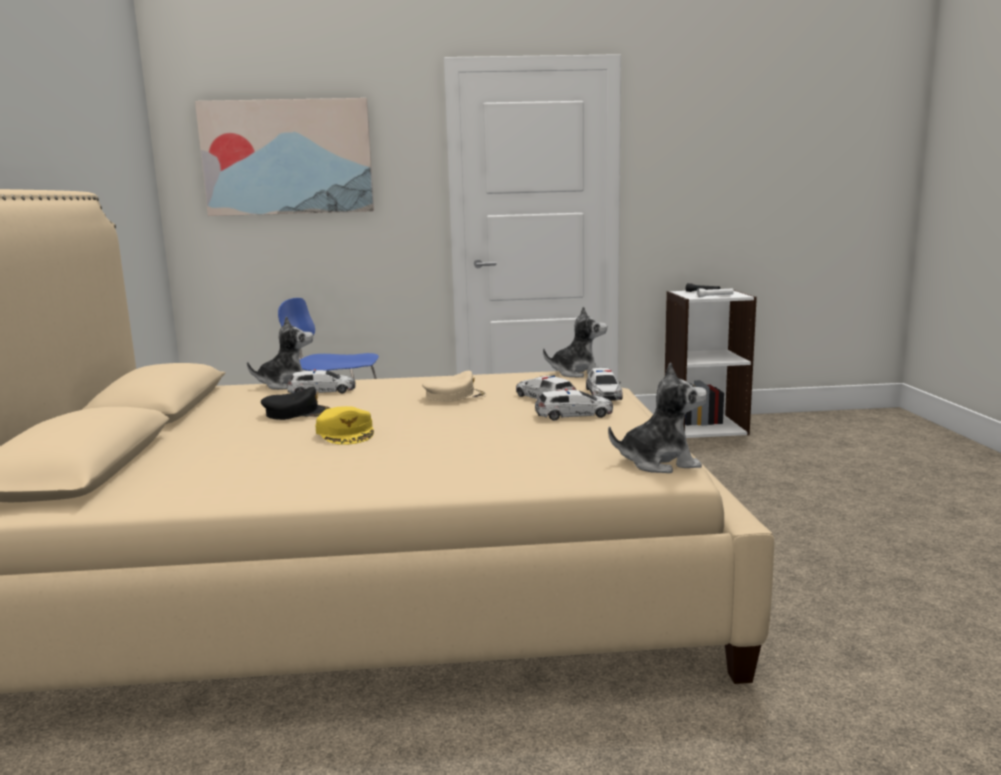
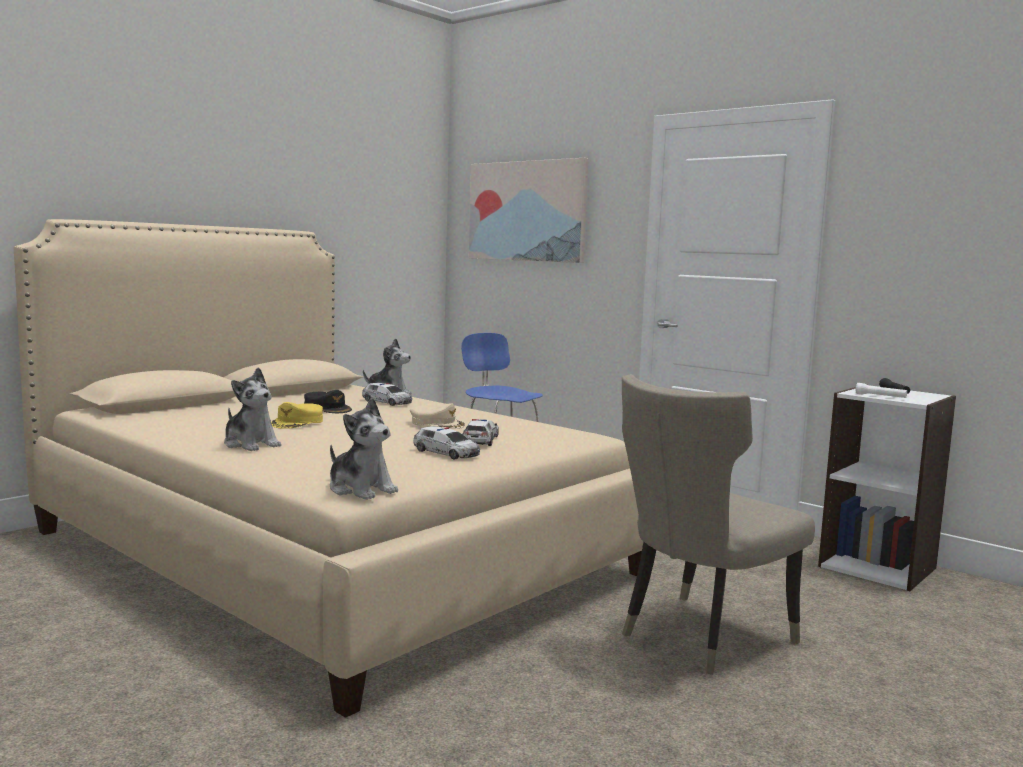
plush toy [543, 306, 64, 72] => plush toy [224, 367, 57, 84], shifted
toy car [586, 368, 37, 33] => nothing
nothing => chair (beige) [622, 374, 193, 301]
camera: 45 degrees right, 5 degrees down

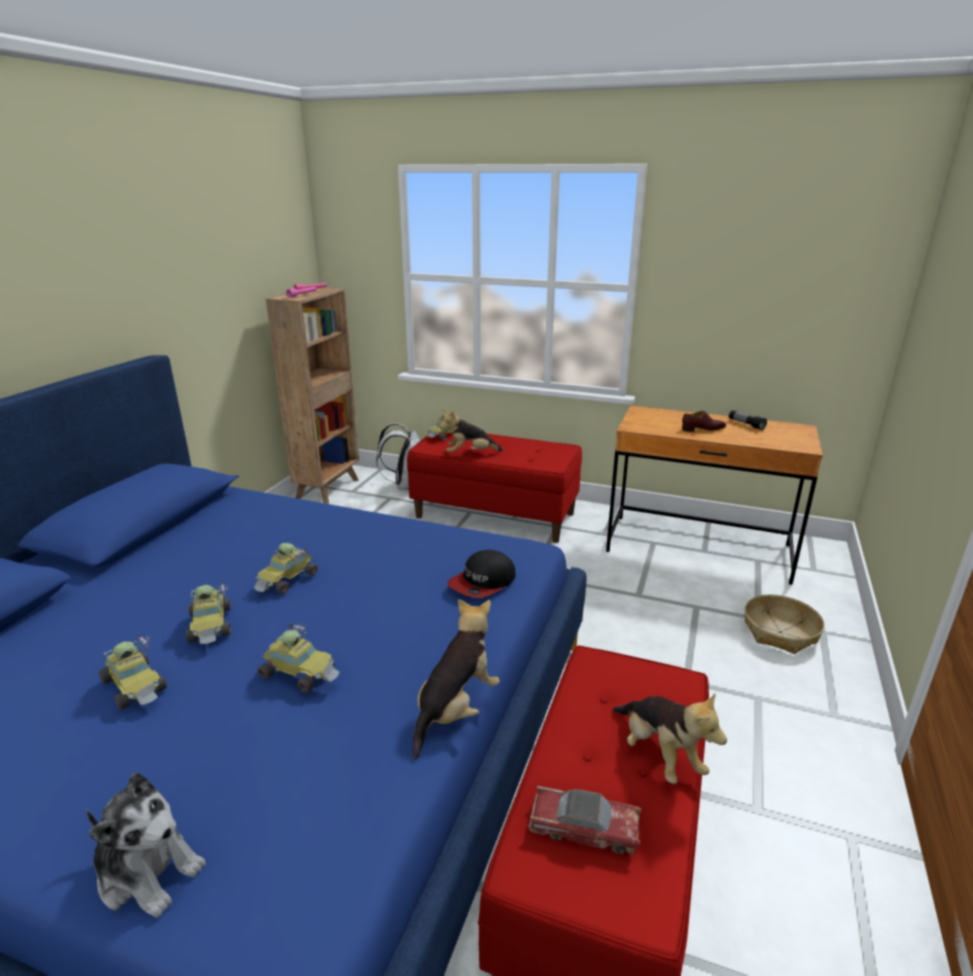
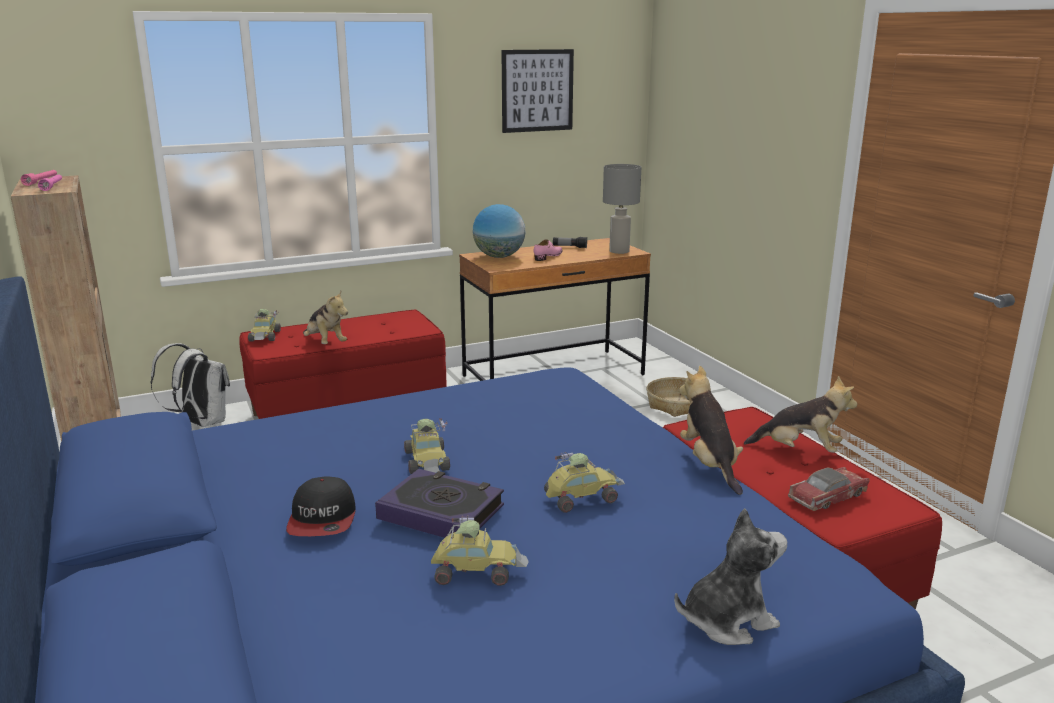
toy car [186, 582, 45, 62] => book [375, 469, 129, 69]
plush toy [440, 409, 63, 43] => plush toy [303, 291, 45, 53], 75 degrees counterclockwise
cap [447, 550, 69, 48] => cap [286, 476, 70, 60], shifted
shoe (brown) [682, 411, 44, 21] => shoe (pink) [534, 239, 29, 22]
nothing => globe [473, 204, 52, 54]
nothing => picture [501, 49, 73, 84]
nothing => table lamp (grey) [603, 164, 38, 90]
camera: 45 degrees left, 5 degrees down

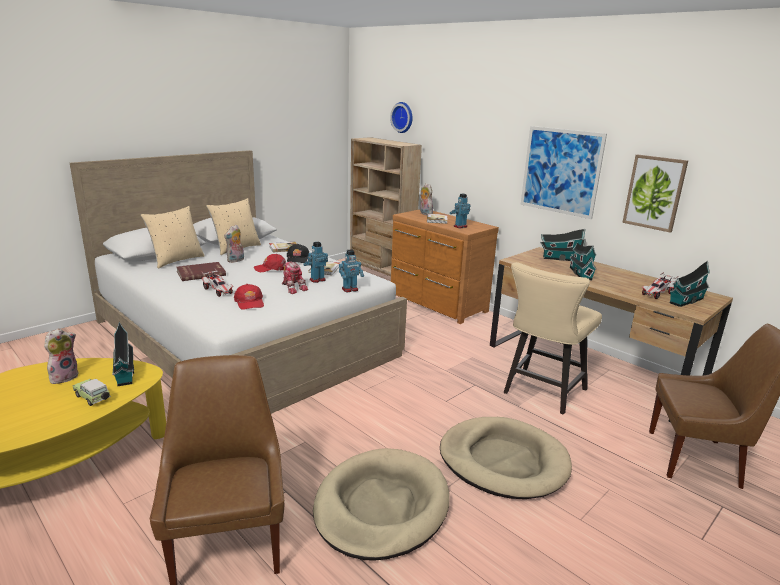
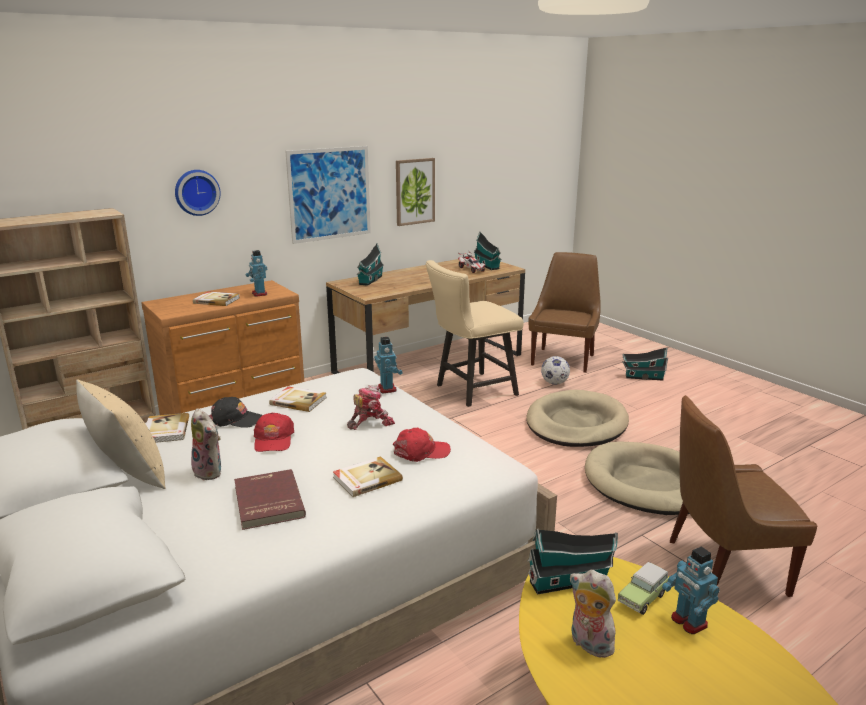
pillow (beige) [141, 206, 64, 62] => nothing
toy car [202, 269, 31, 28] => book [333, 456, 70, 41]
toy robot [303, 242, 25, 41] => toy robot [662, 546, 58, 88], shifted
wall clock [390, 102, 23, 31] => wall clock [175, 170, 46, 46], shifted
plush toy [420, 183, 13, 32] => nothing
chair (beige) [504, 262, 98, 153] => chair (beige) [426, 260, 98, 147], 105 degrees clockwise
toy house [569, 242, 28, 38] => toy house [622, 347, 46, 33], shifted
nothing => football [541, 356, 29, 29]
camera: 80 degrees left, 0 degrees up

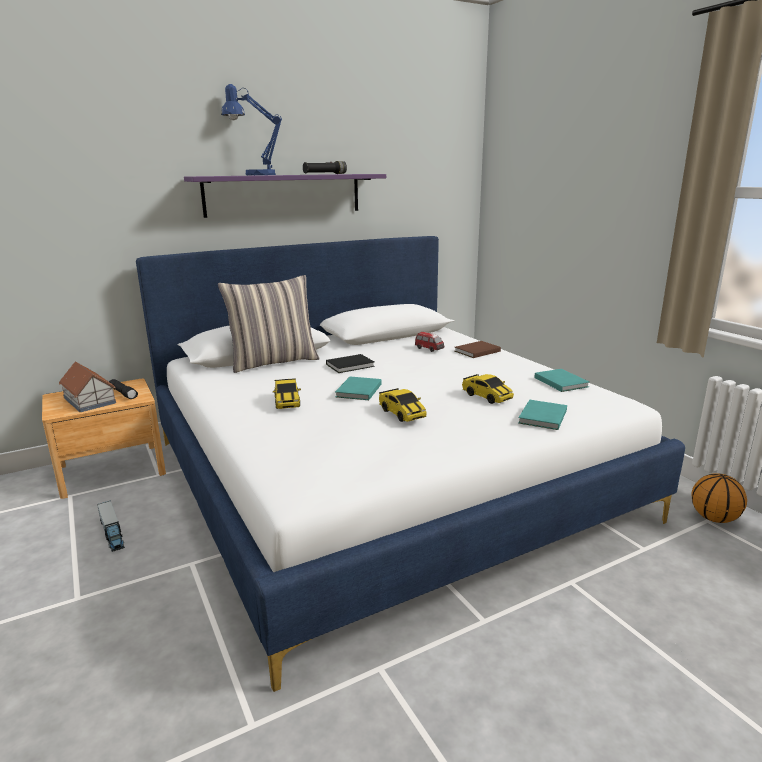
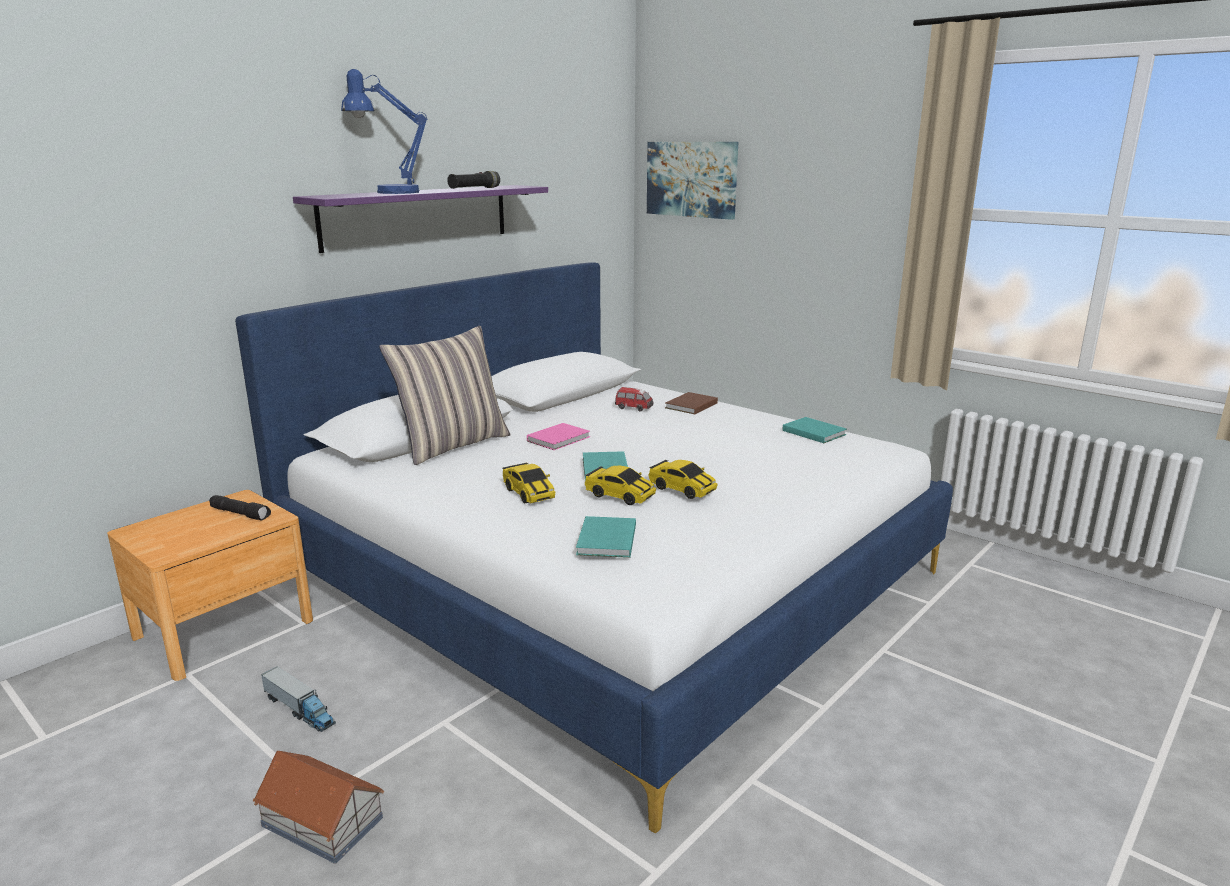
toy house [59, 362, 57, 50] => toy house [253, 751, 131, 113], shifted
book (black) [326, 354, 49, 19] => book (pink) [527, 423, 63, 27]
toy car [462, 374, 52, 30] => toy car [585, 466, 71, 39], shifted
book (turquoise) [518, 400, 49, 30] => book (turquoise) [576, 516, 60, 42], shifted
basketball [691, 474, 56, 49] => nothing
nothing => picture [647, 142, 91, 78]
camera: 20 degrees left, 0 degrees up

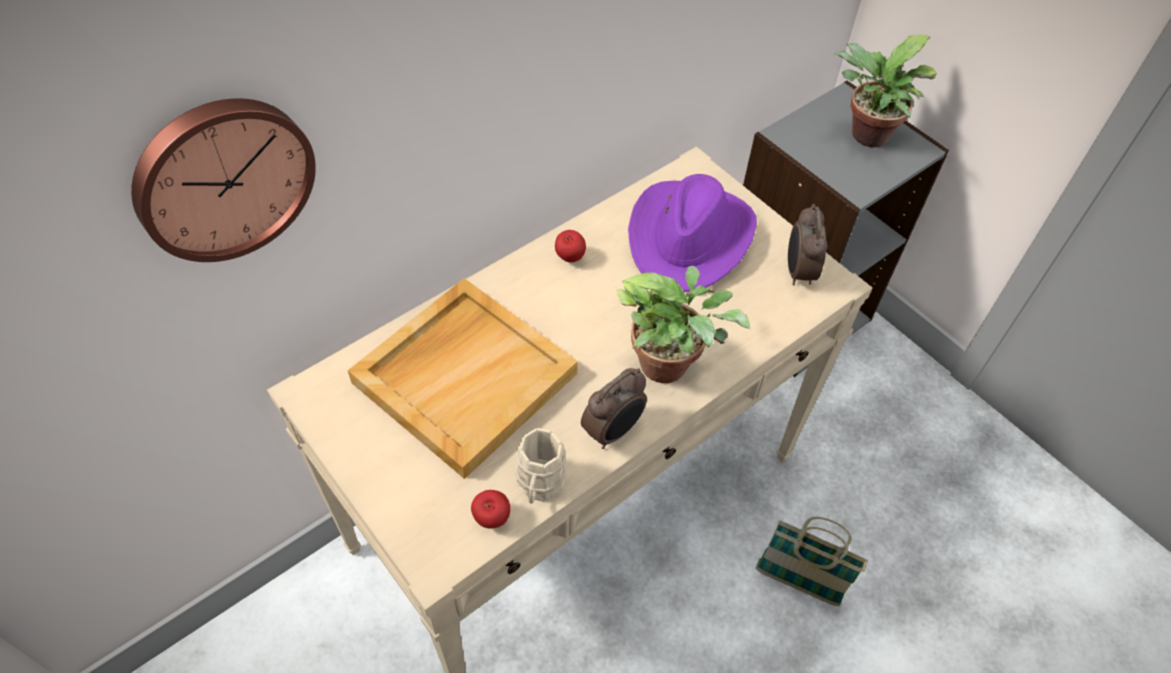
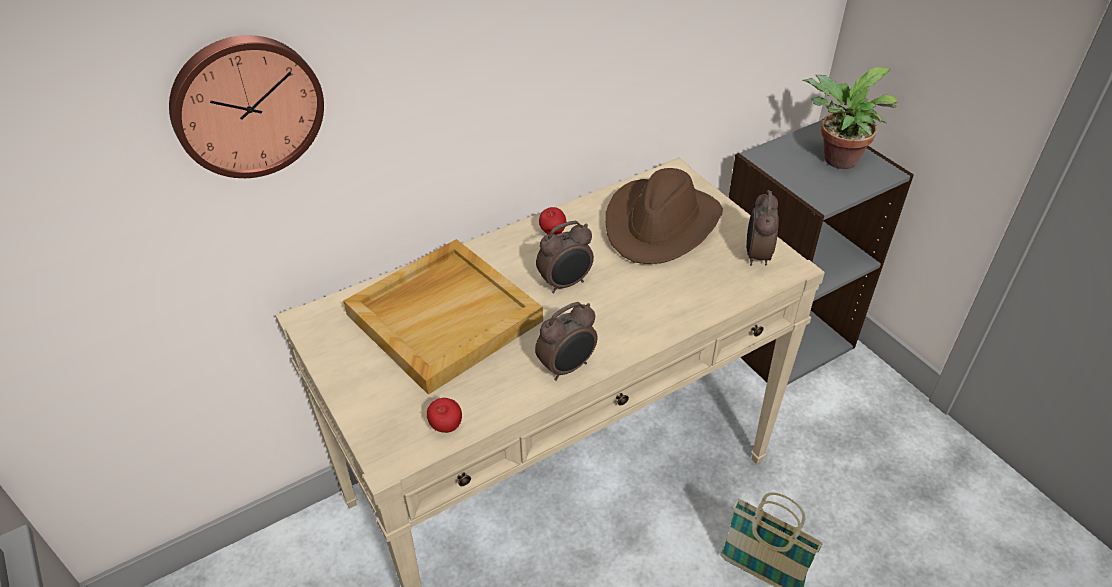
mug (beige) [515, 428, 51, 76] => nothing
potted plant [617, 266, 133, 117] => nothing
hat (purple) [628, 174, 129, 118] => hat (brown) [606, 168, 117, 96]
nothing => alarm clock [536, 221, 58, 72]
camera: 10 degrees right, 10 degrees down

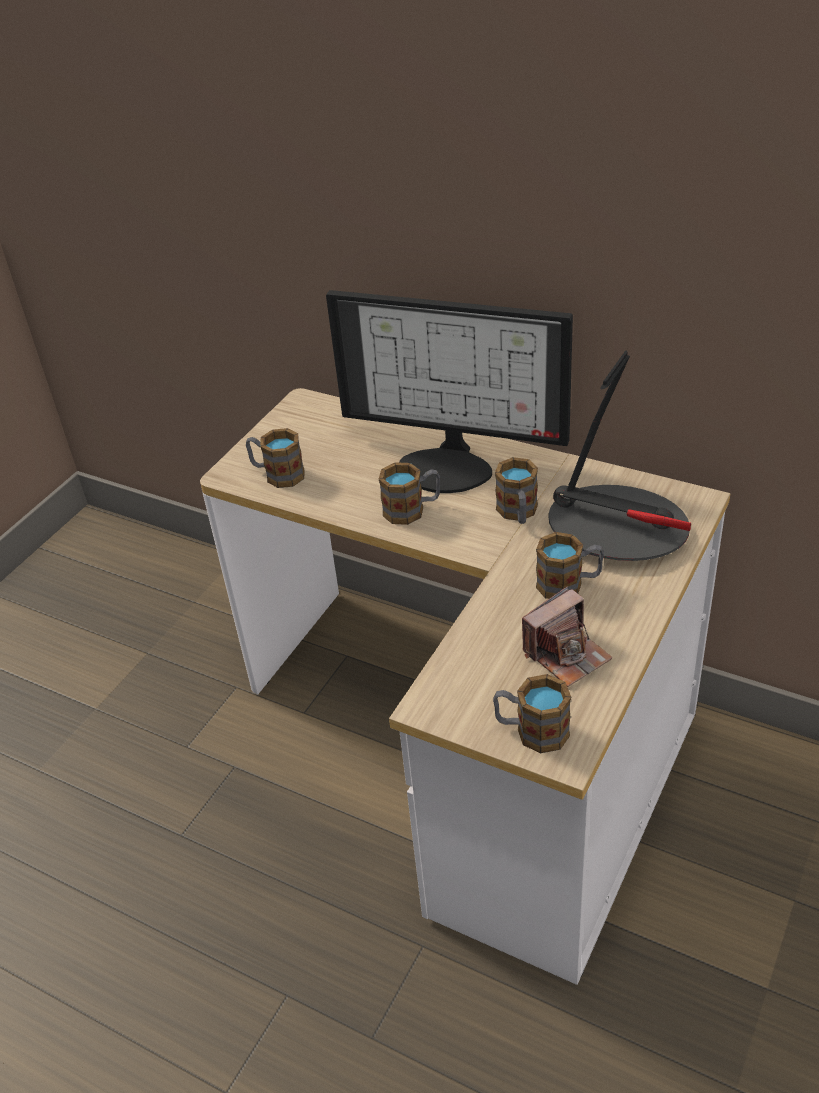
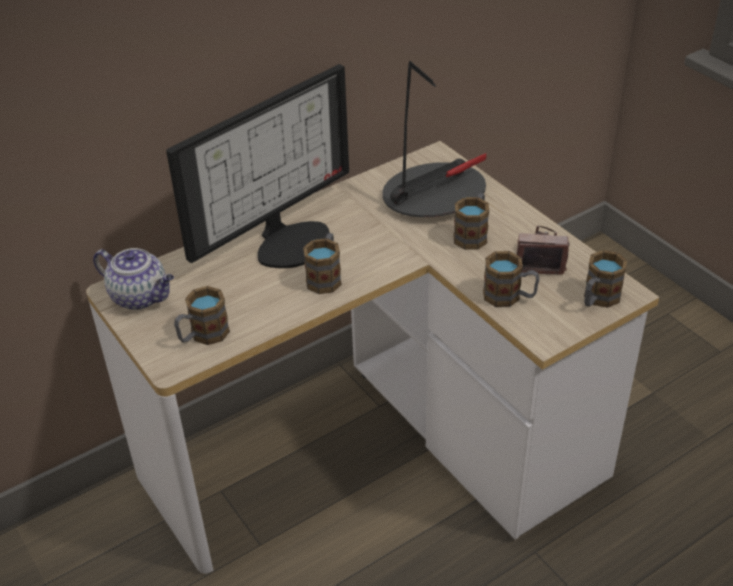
mug [495, 457, 43, 67] => mug [483, 251, 57, 56], shifted
photo camera [522, 586, 91, 101] => photo camera [516, 226, 53, 49], 75 degrees counterclockwise
nothing => teapot [93, 248, 81, 62]
camera: 65 degrees left, 0 degrees up

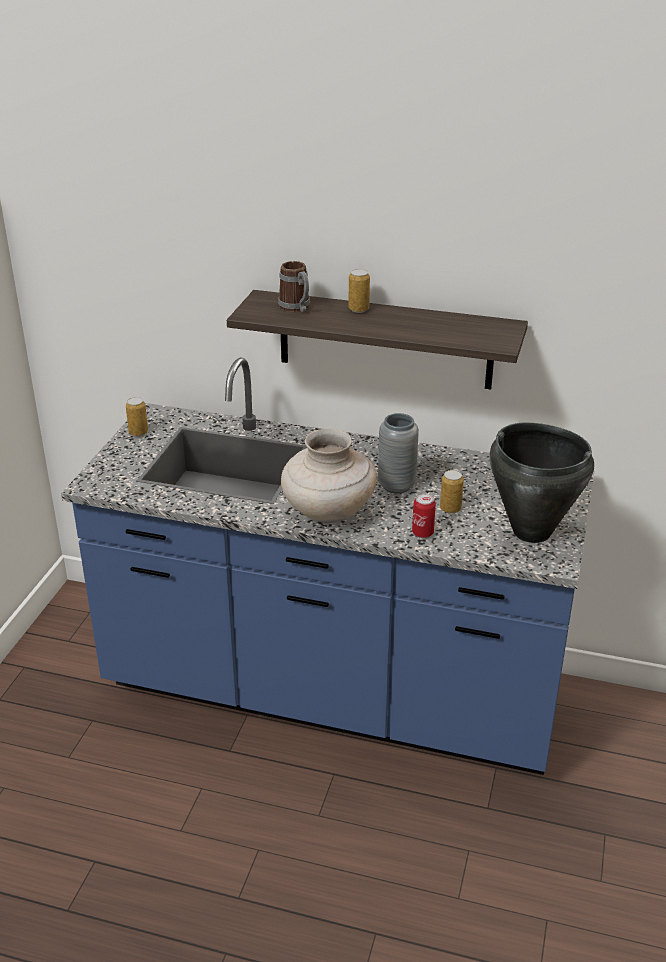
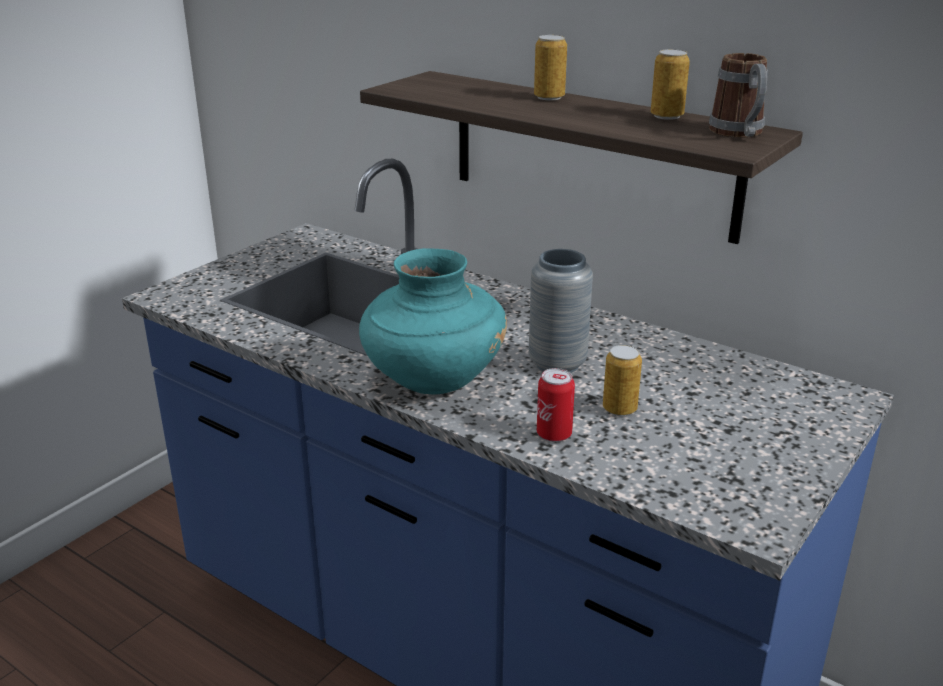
can [126, 397, 22, 40] => can [651, 49, 39, 71], shifted
mug [278, 261, 32, 51] => mug [709, 53, 59, 84], shifted
vase (beige) [281, 429, 96, 94] => vase (turquoise) [359, 248, 148, 147]
cooking pot (black) [490, 423, 104, 120] => nothing
camera: 20 degrees right, 5 degrees down

